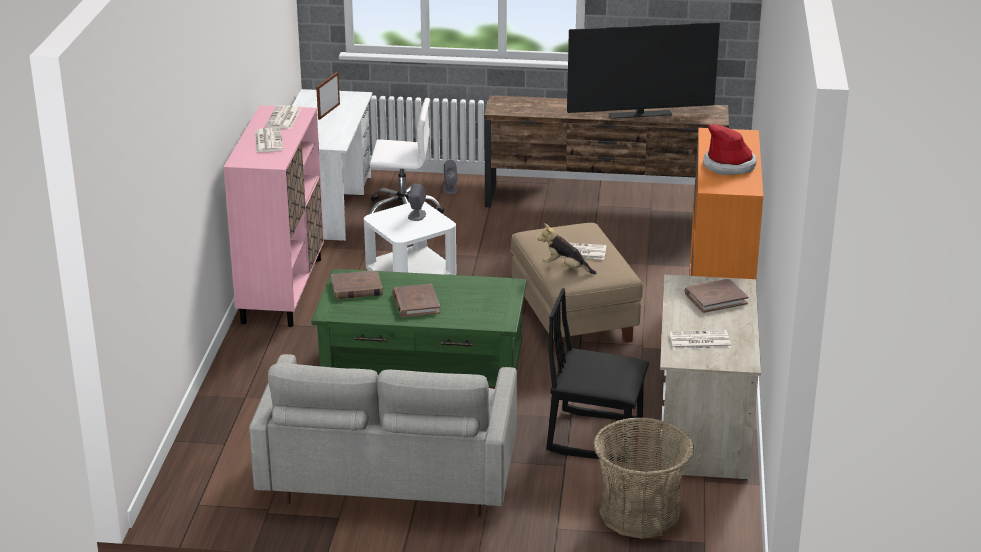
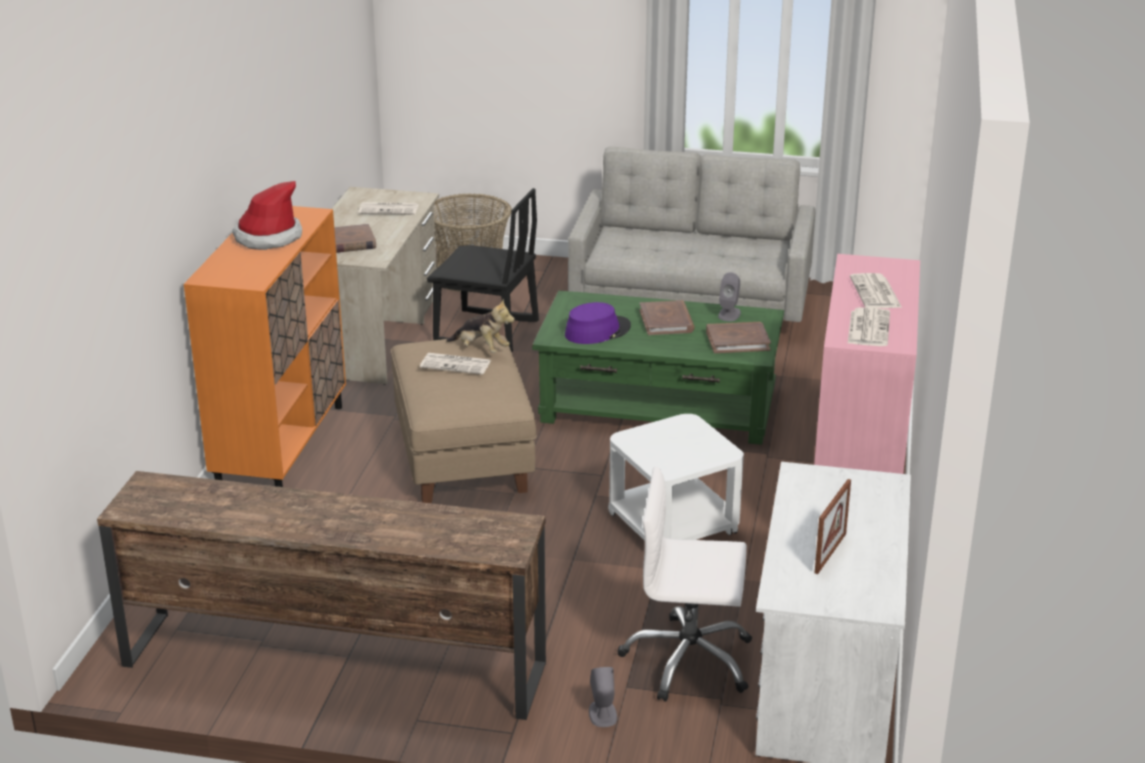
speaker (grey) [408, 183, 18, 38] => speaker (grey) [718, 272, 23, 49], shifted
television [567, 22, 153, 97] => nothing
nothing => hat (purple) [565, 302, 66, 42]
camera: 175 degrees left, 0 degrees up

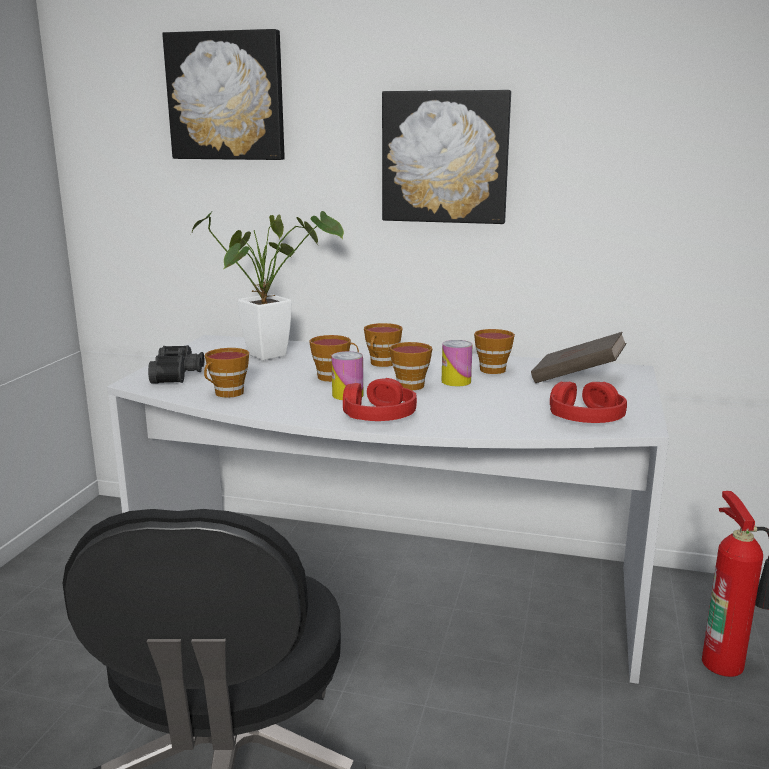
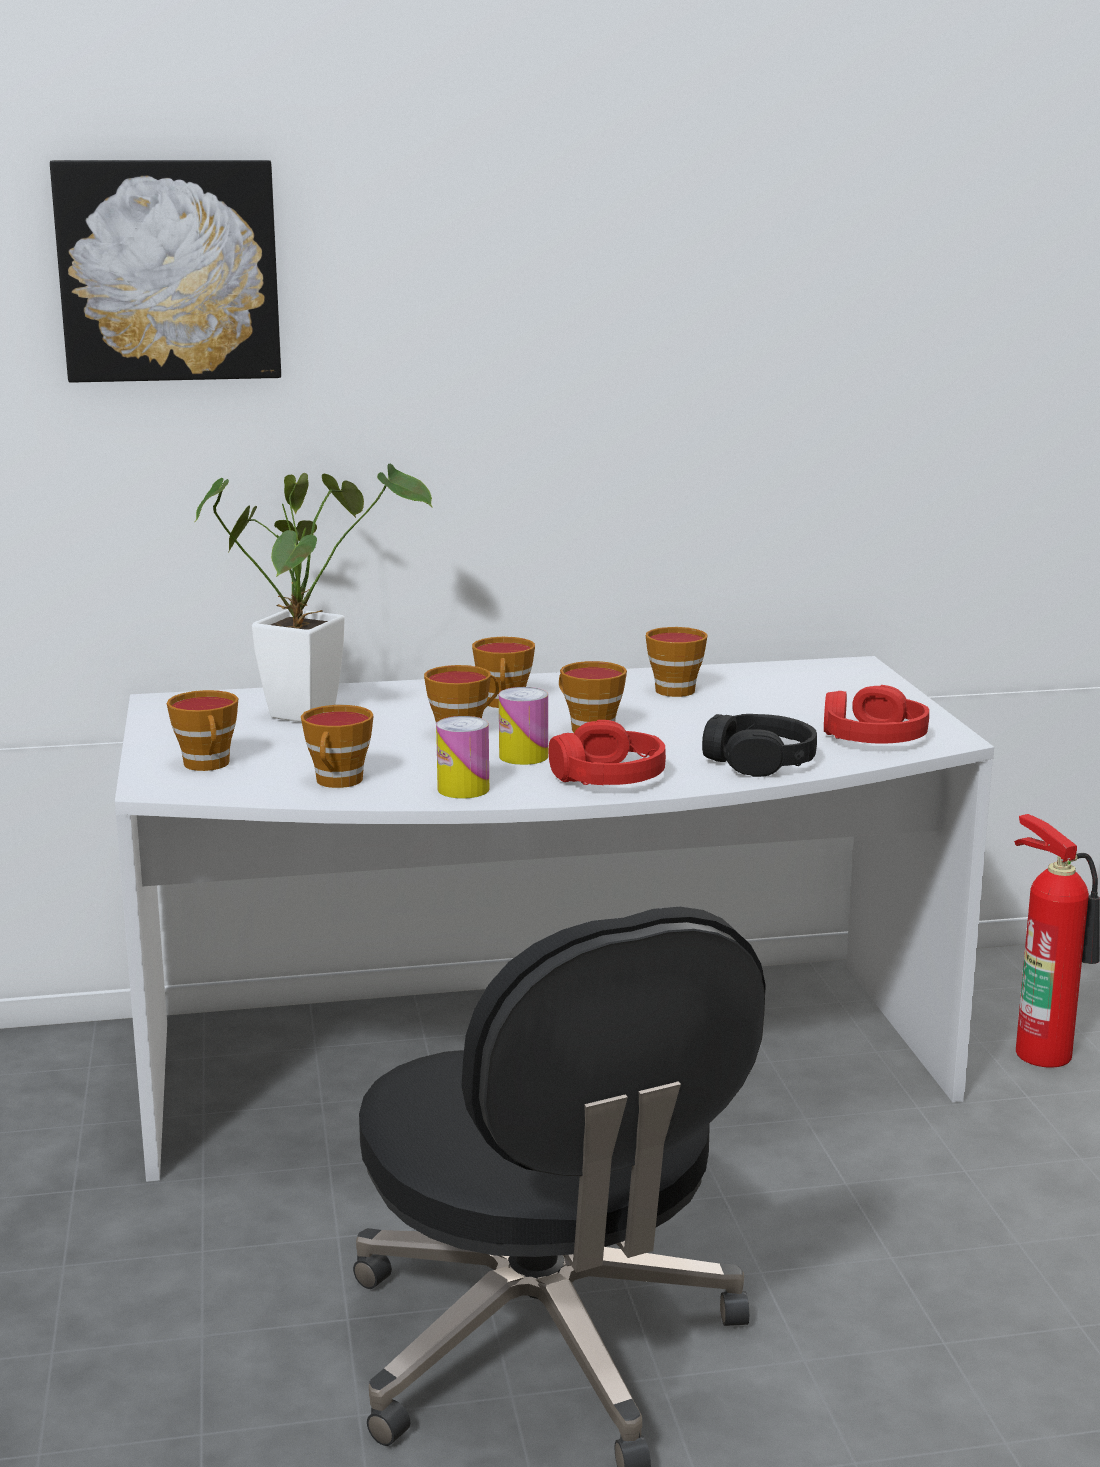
binoculars (black) [148, 345, 56, 39] => cup [167, 690, 71, 81]
picture [382, 90, 129, 134] => nothing
can [442, 340, 31, 46] => can [436, 716, 53, 83], shifted
book (brown) [531, 332, 96, 51] => nothing
nothing => headphones (black) [702, 714, 115, 63]
camera: 25 degrees left, 0 degrees up

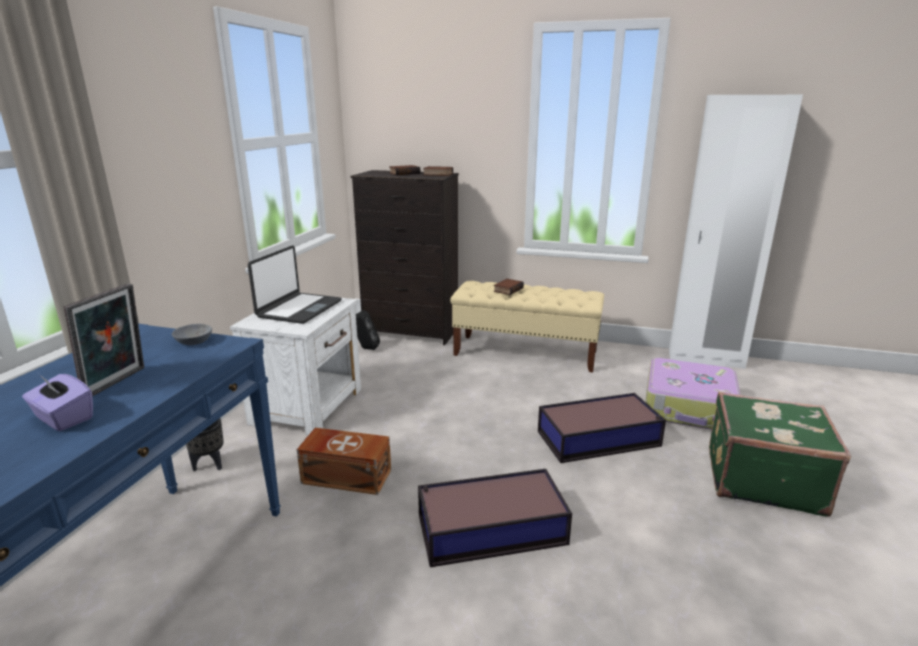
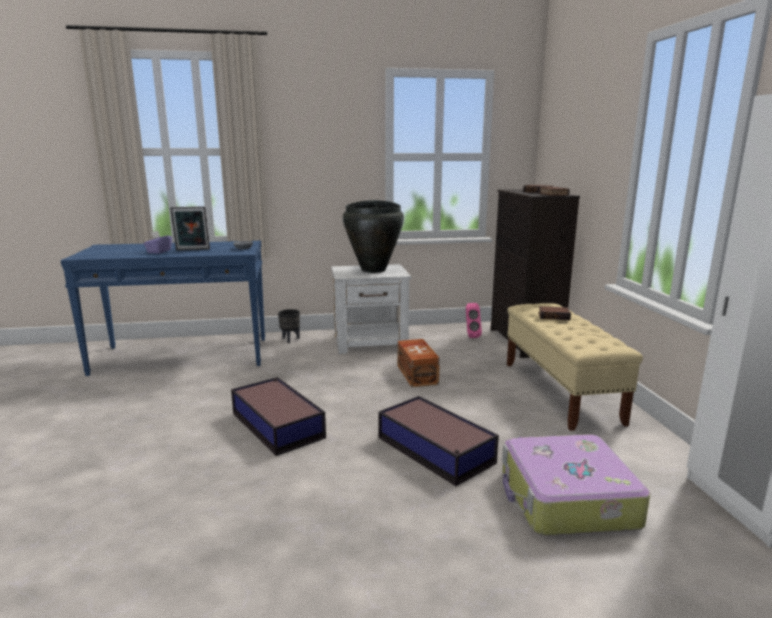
laptop [248, 245, 94, 79] => vase (black) [343, 200, 61, 73]
storage box (brown) [297, 428, 94, 67] => storage box (brown) [397, 339, 43, 48], shifted
speaker (black) [356, 310, 24, 40] => speaker (pink) [466, 303, 16, 35]
suitcase (green) [709, 392, 143, 125] => nothing
camera: 65 degrees right, 5 degrees down

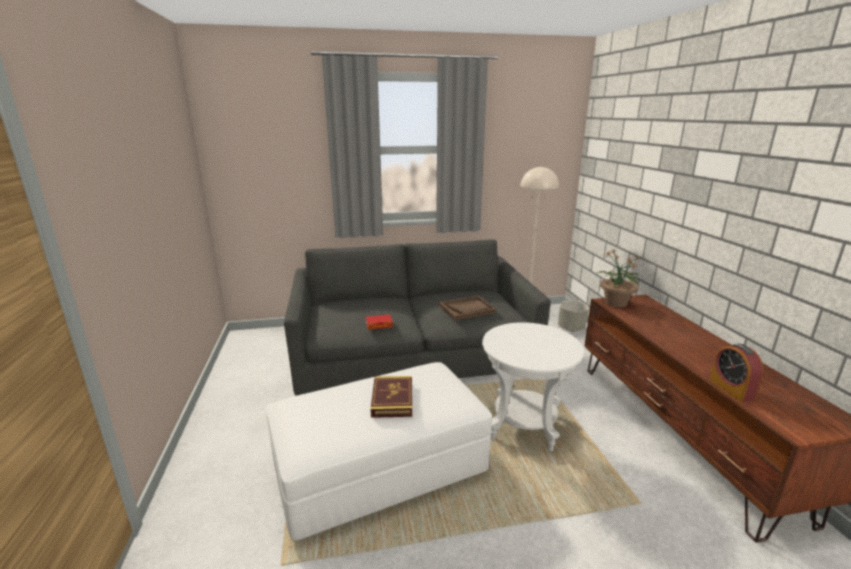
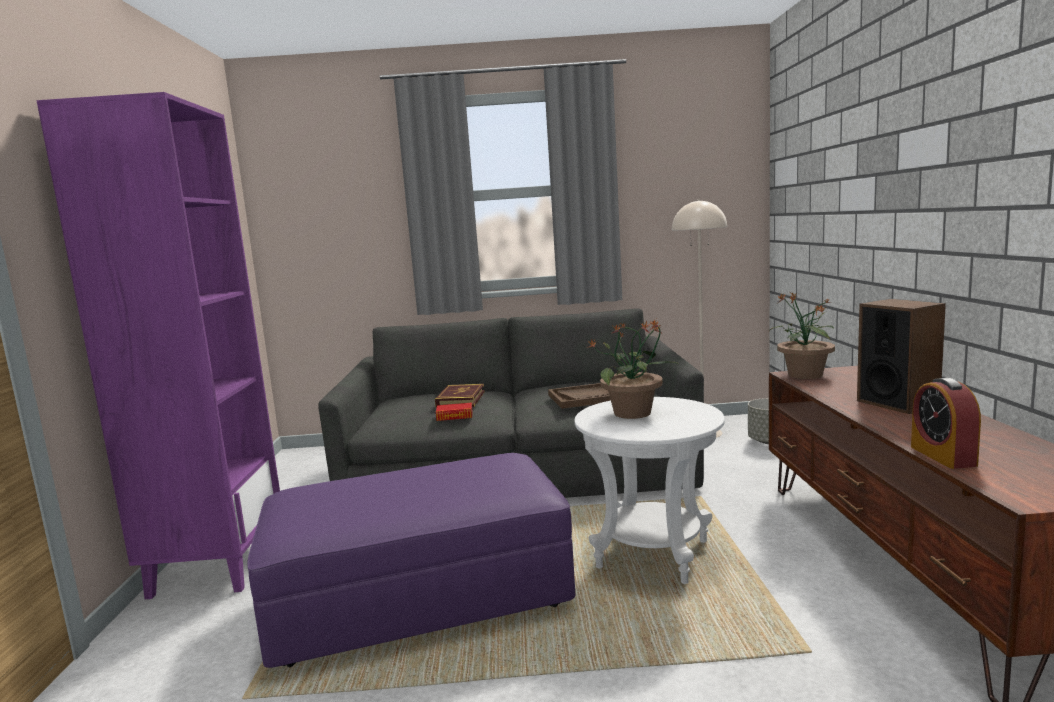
ottoman (white) [266, 362, 226, 178] => ottoman (purple) [247, 453, 328, 215]
book [370, 376, 42, 42] => book [435, 384, 50, 24], shifted
nothing => bookcase (purple) [36, 92, 244, 507]
nothing => potted plant [587, 319, 93, 100]
nothing => speaker [857, 299, 89, 115]
camera: 10 degrees right, 10 degrees down

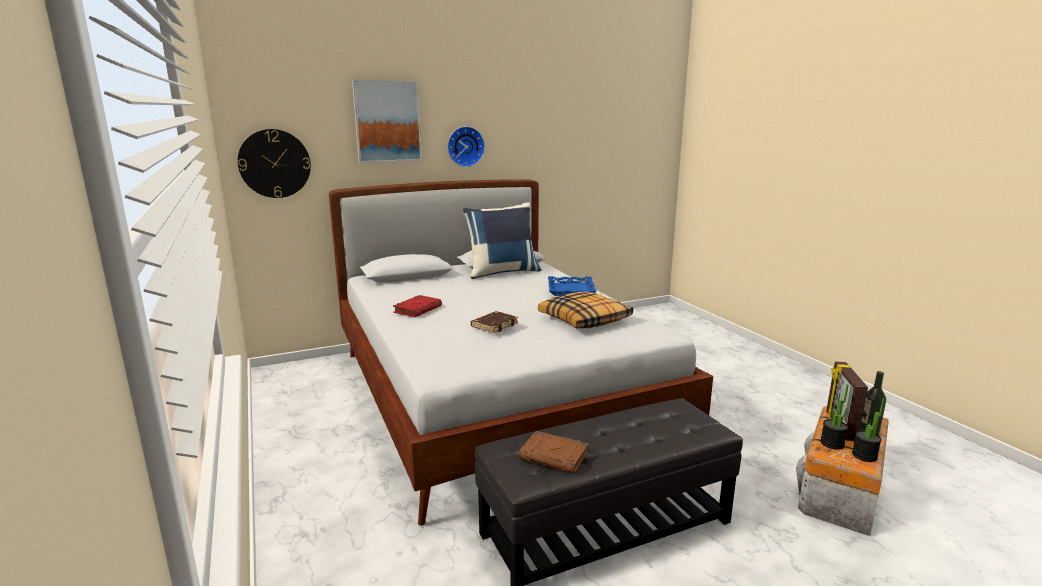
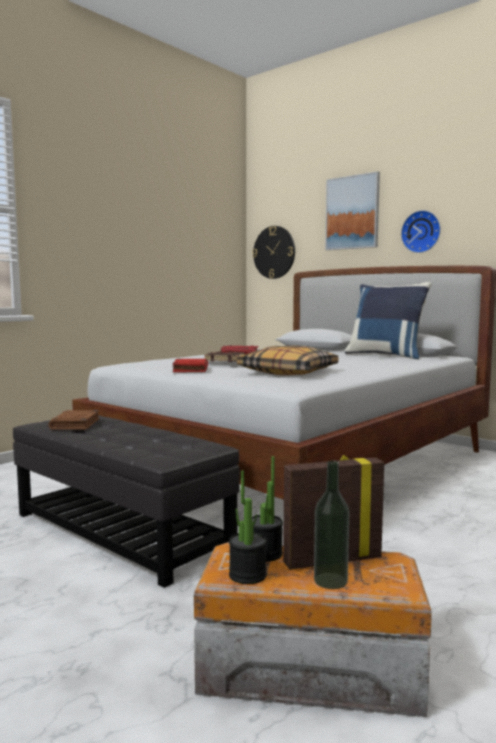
tray (blue) [548, 276, 48, 20] => nothing
nothing => book (red) [173, 359, 35, 13]
camera: 65 degrees right, 10 degrees down

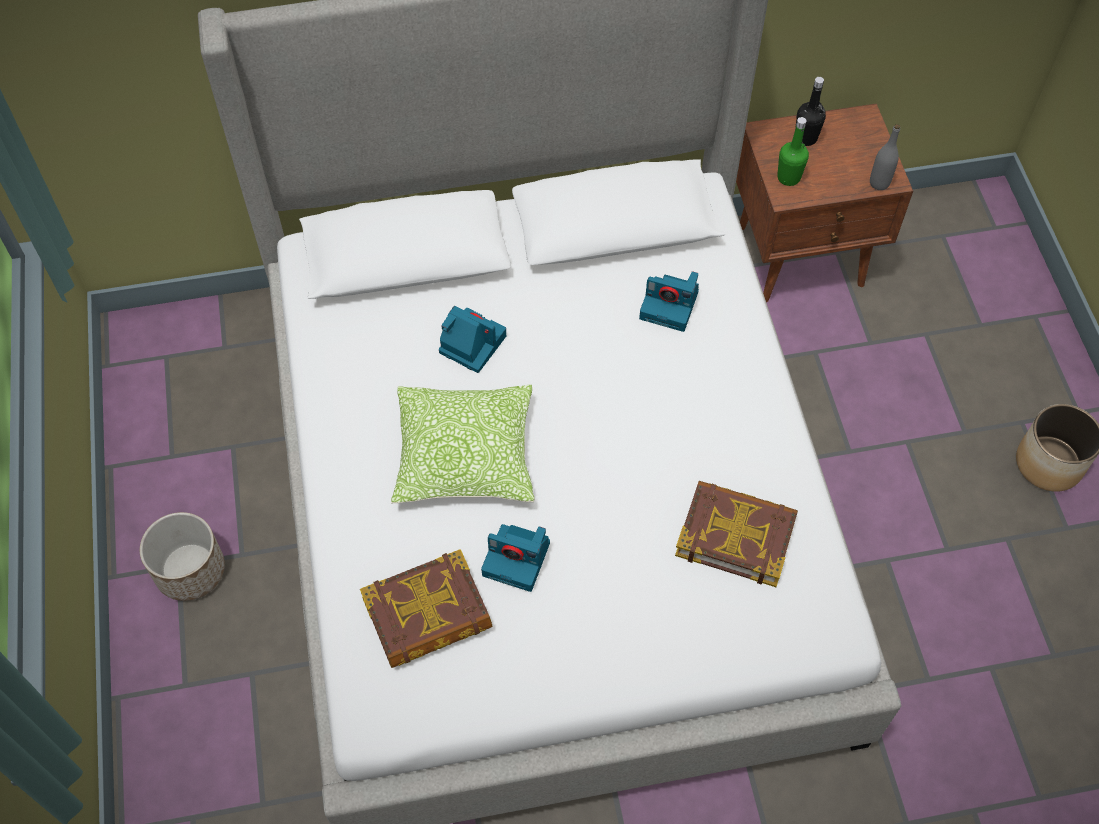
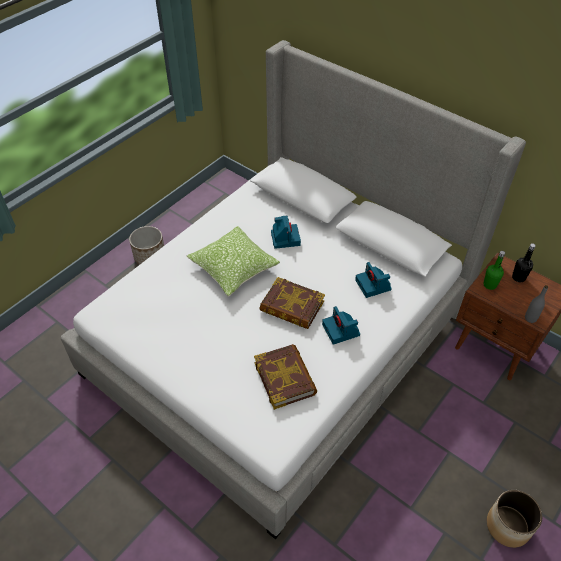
book [360, 549, 133, 119] => book [259, 277, 66, 52], shifted
photo camera [481, 524, 69, 68] => photo camera [322, 306, 38, 39], shifted
camera: 50 degrees right, 10 degrees down

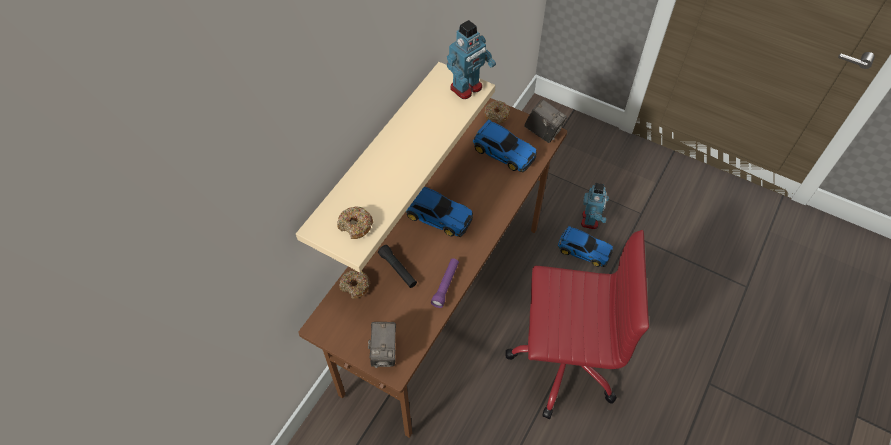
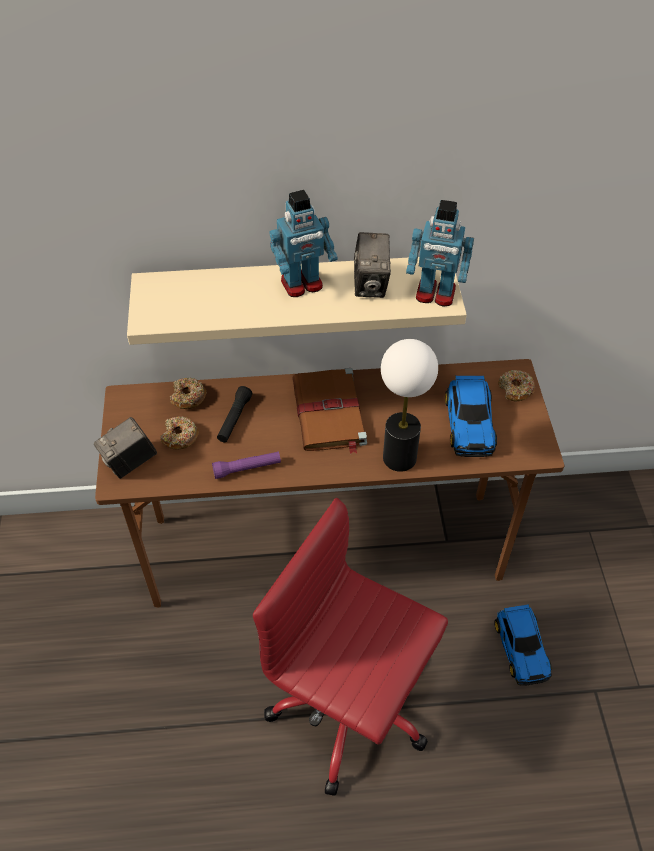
donut [337, 207, 36, 32] => donut [160, 416, 39, 34], shifted
toy car [406, 187, 67, 50] => book (brown) [293, 368, 74, 86]
office chair (red) [505, 230, 144, 189] => office chair (red) [253, 498, 195, 298], 150 degrees clockwise
photo camera [524, 99, 43, 44] => photo camera [354, 232, 37, 66], shifted
toy robot [581, 183, 28, 46] => toy robot [269, 190, 69, 107], shifted
nothing => table lamp [381, 339, 57, 133]
camera: 55 degrees right, 5 degrees down

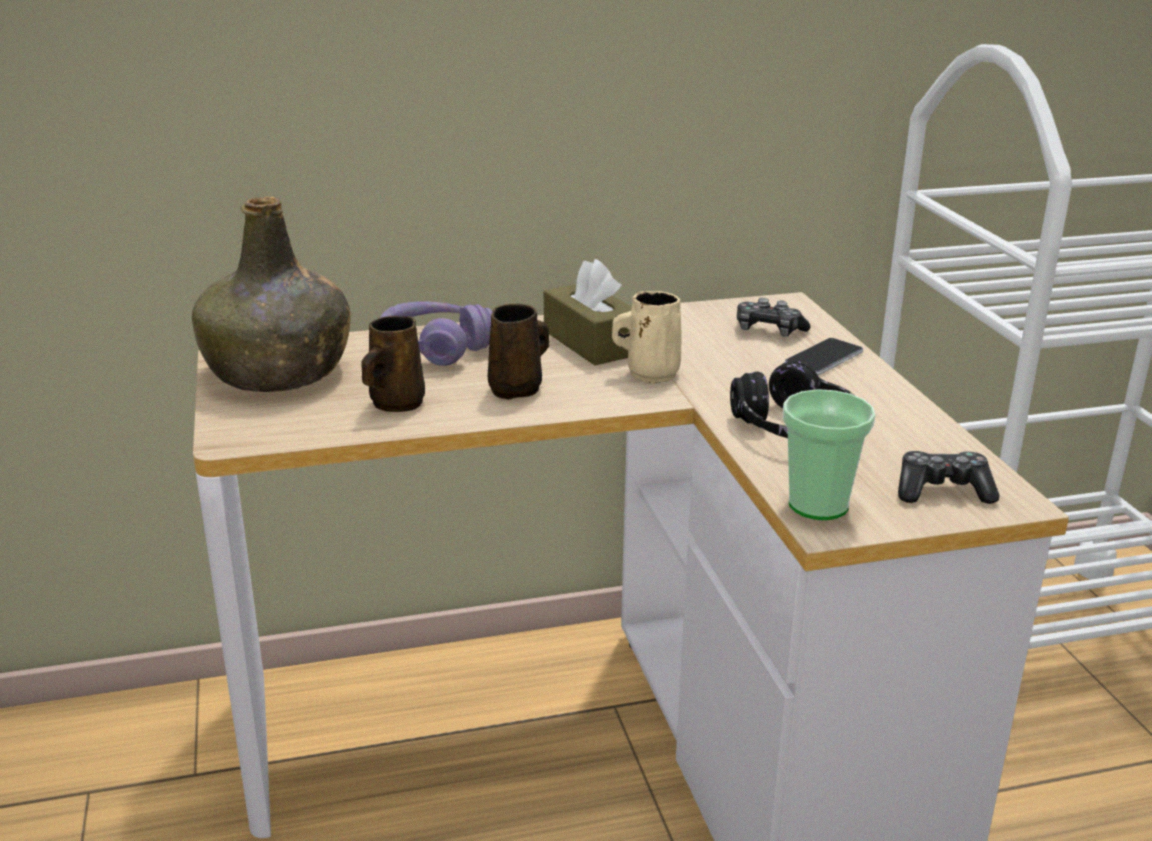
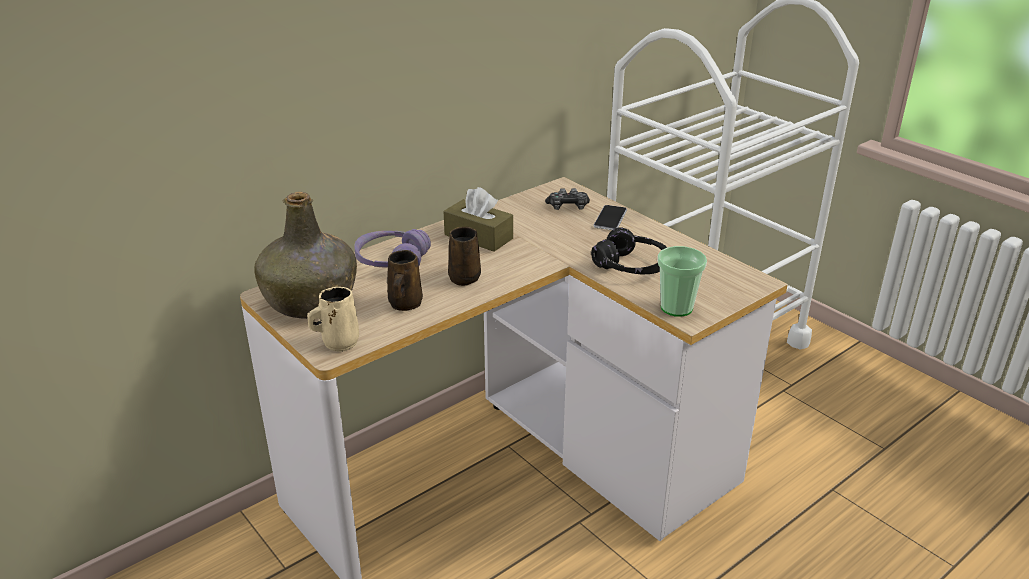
mug (beige) [612, 291, 70, 92] => mug (beige) [307, 287, 52, 65], shifted
game controller [898, 451, 102, 53] => nothing
camera: 25 degrees left, 5 degrees up

